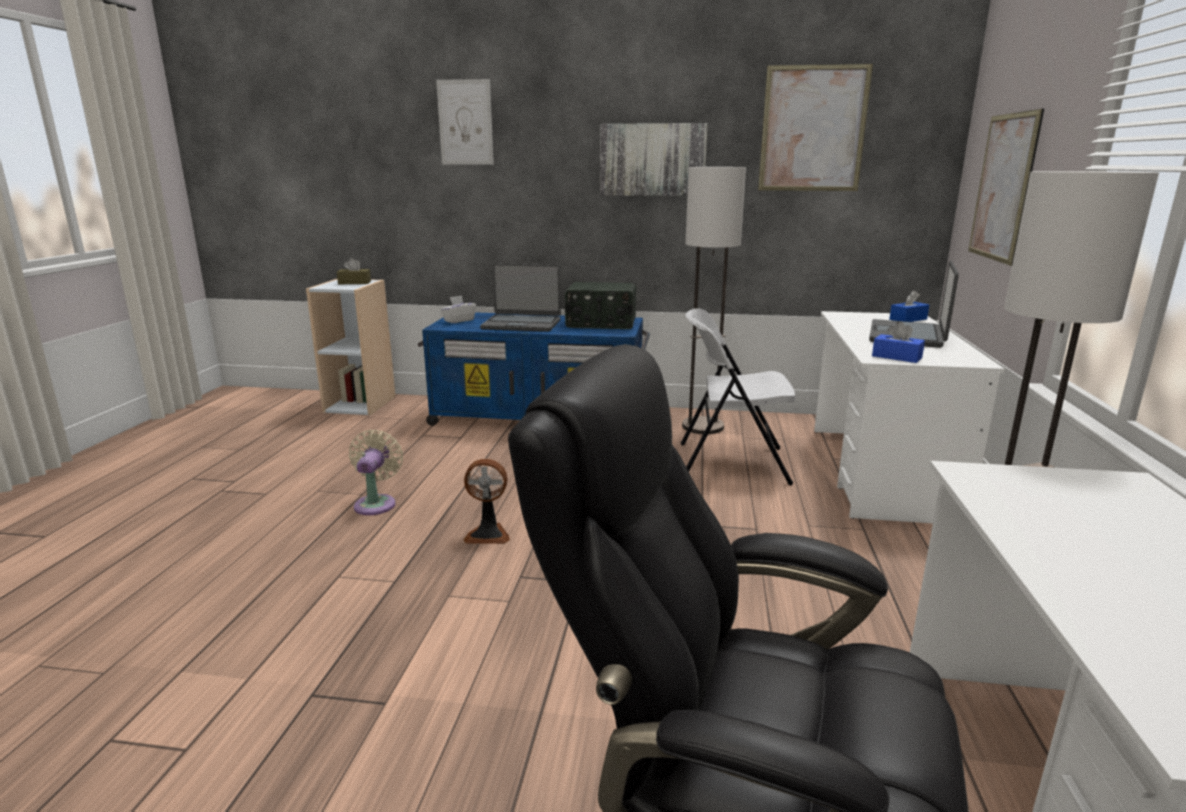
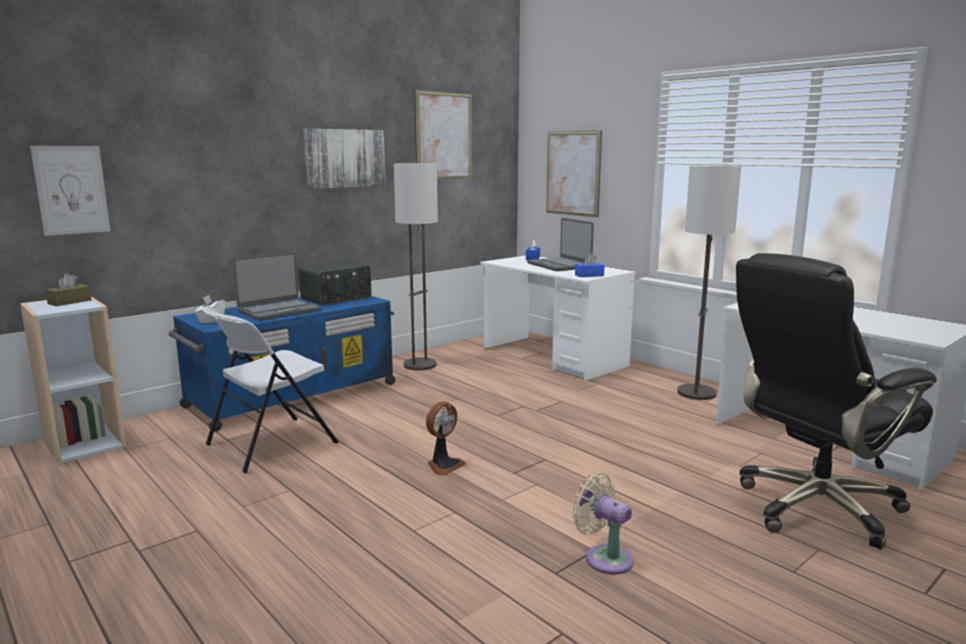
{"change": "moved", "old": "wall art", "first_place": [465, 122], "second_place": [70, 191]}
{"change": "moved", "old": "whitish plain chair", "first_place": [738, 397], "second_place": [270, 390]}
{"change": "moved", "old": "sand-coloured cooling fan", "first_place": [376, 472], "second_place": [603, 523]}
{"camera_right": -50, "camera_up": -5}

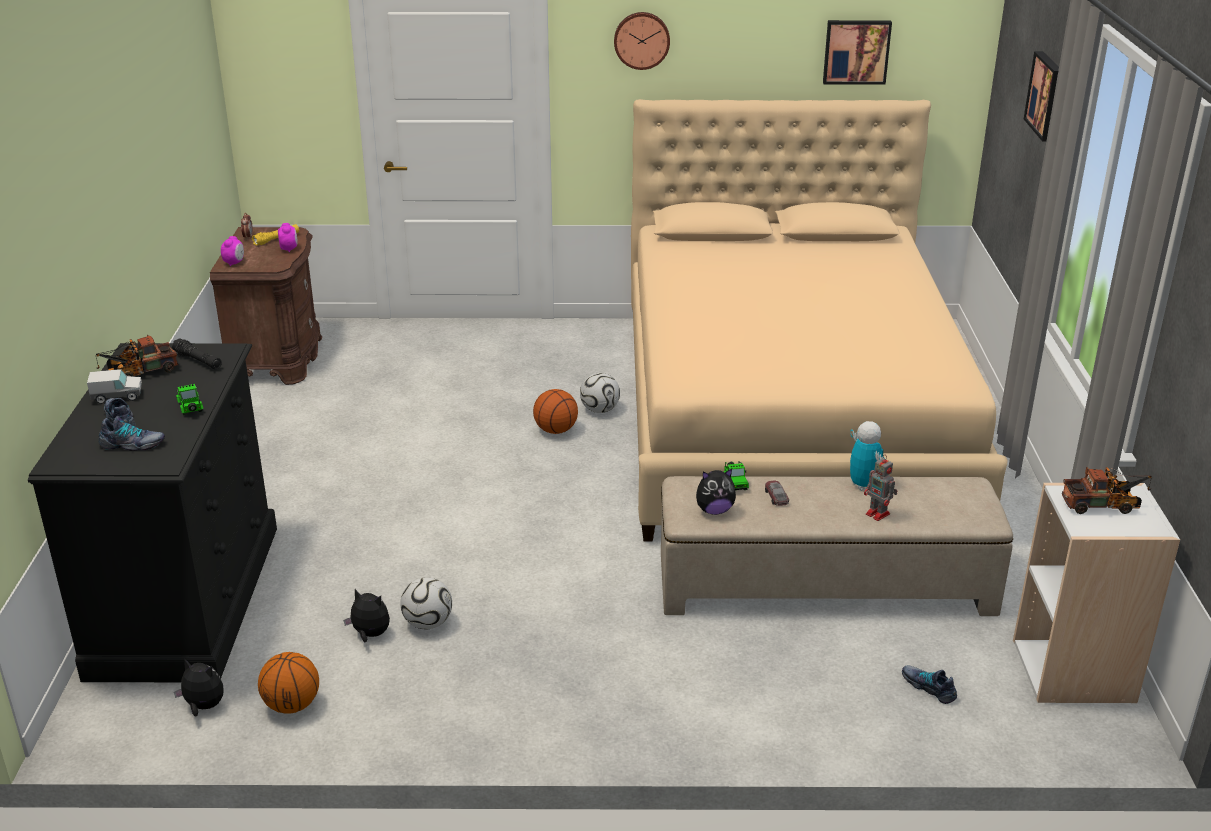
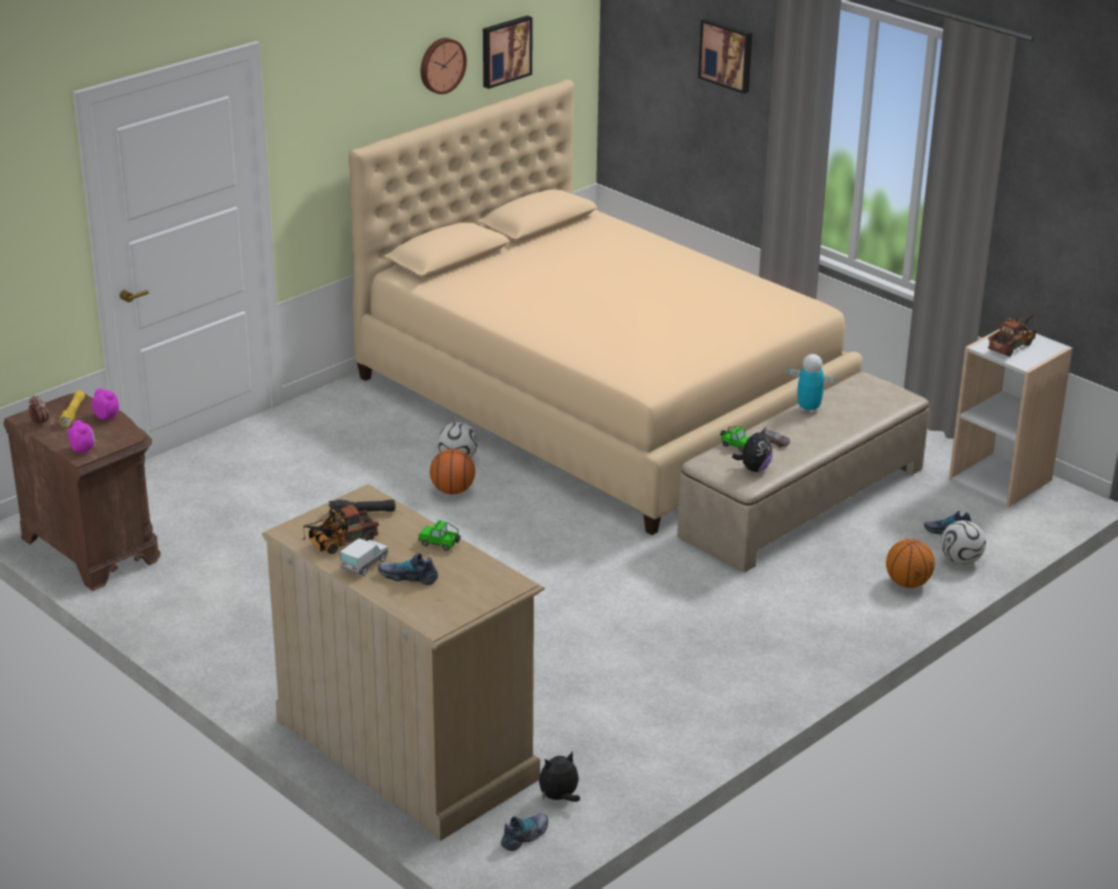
{"change": "recoloured", "old": "black chest of drawers", "new": "sand-coloured chest of drawers", "first_place": [152, 512], "second_place": [403, 662]}
{"change": "turned", "old": "model truck", "first_place": [137, 356], "second_place": [340, 528], "degrees": 45}
{"change": "moved", "old": "hanging clock", "first_place": [642, 41], "second_place": [444, 66]}
{"change": "moved", "old": "item of footwear", "first_place": [132, 433], "second_place": [524, 832]}
{"change": "moved", "old": "basketball", "first_place": [288, 683], "second_place": [910, 563]}
{"change": "moved", "old": "ball for football", "first_place": [426, 603], "second_place": [963, 542]}
{"change": "removed", "old": "plush toy", "first_place": [366, 616]}
{"change": "removed", "old": "robot figure", "first_place": [880, 488]}
{"camera_right": -45, "camera_up": 0}

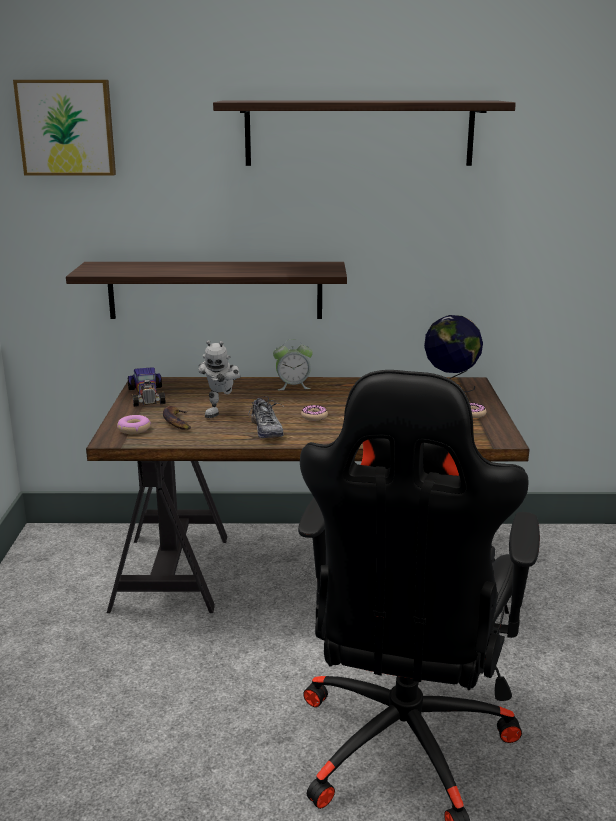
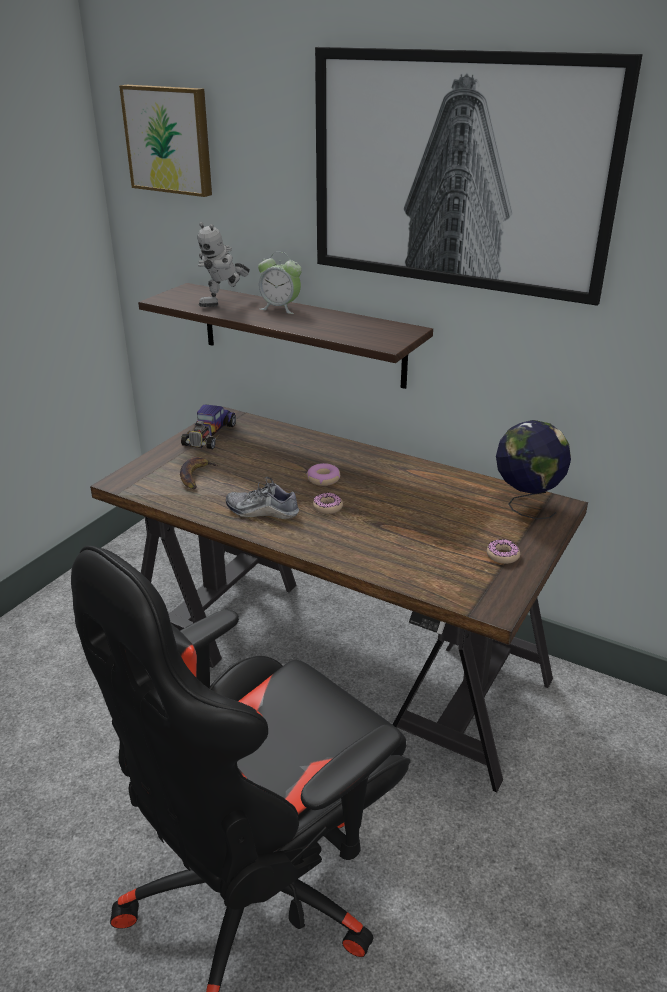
{"change": "moved", "old": "robot figure", "first_place": [219, 379], "second_place": [224, 264]}
{"change": "turned", "old": "item of footwear", "first_place": [266, 417], "second_place": [262, 498], "degrees": 90}
{"change": "moved", "old": "alarm clock", "first_place": [293, 364], "second_place": [280, 283]}
{"change": "moved", "old": "donut", "first_place": [134, 424], "second_place": [323, 474]}
{"change": "replaced", "old": "bracket shelf", "new": "wall art", "first_place": [364, 133], "second_place": [479, 176]}
{"camera_right": 30, "camera_up": 10}

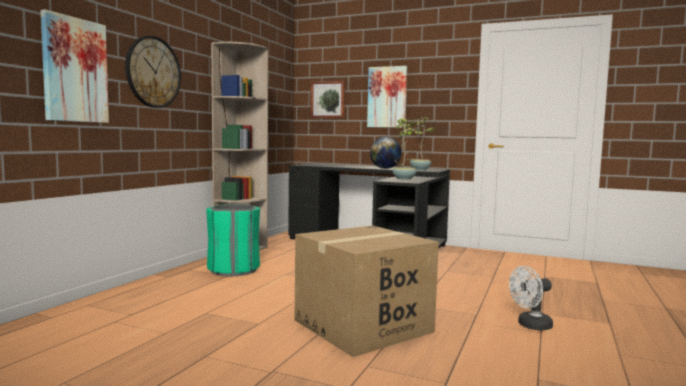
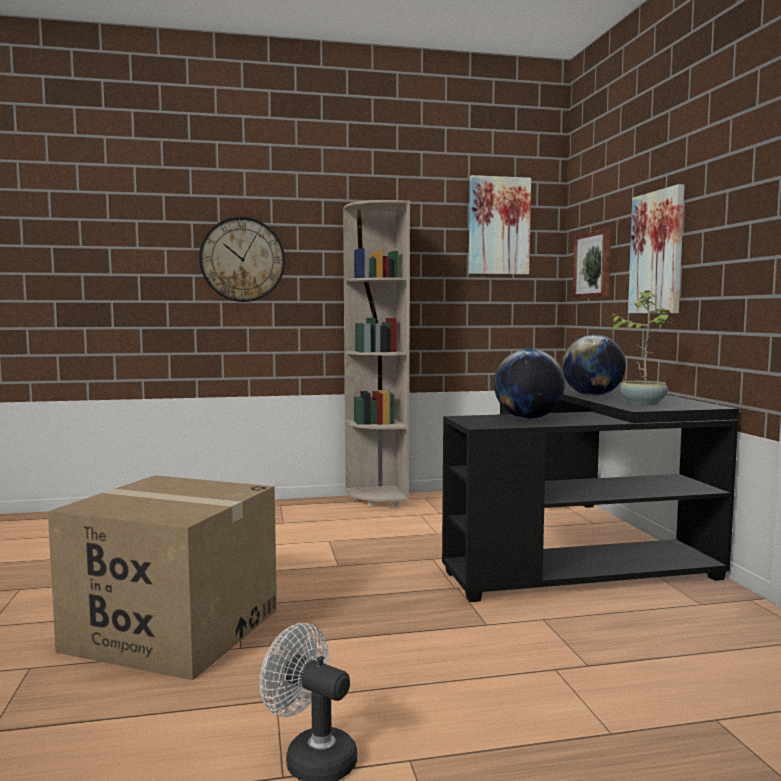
{"change": "moved", "old": "wall art", "first_place": [75, 66], "second_place": [500, 225]}
{"change": "replaced", "old": "potted plant", "new": "desk globe", "first_place": [407, 149], "second_place": [529, 384]}
{"change": "removed", "old": "green trash can", "first_place": [233, 240]}
{"camera_right": 55, "camera_up": 0}

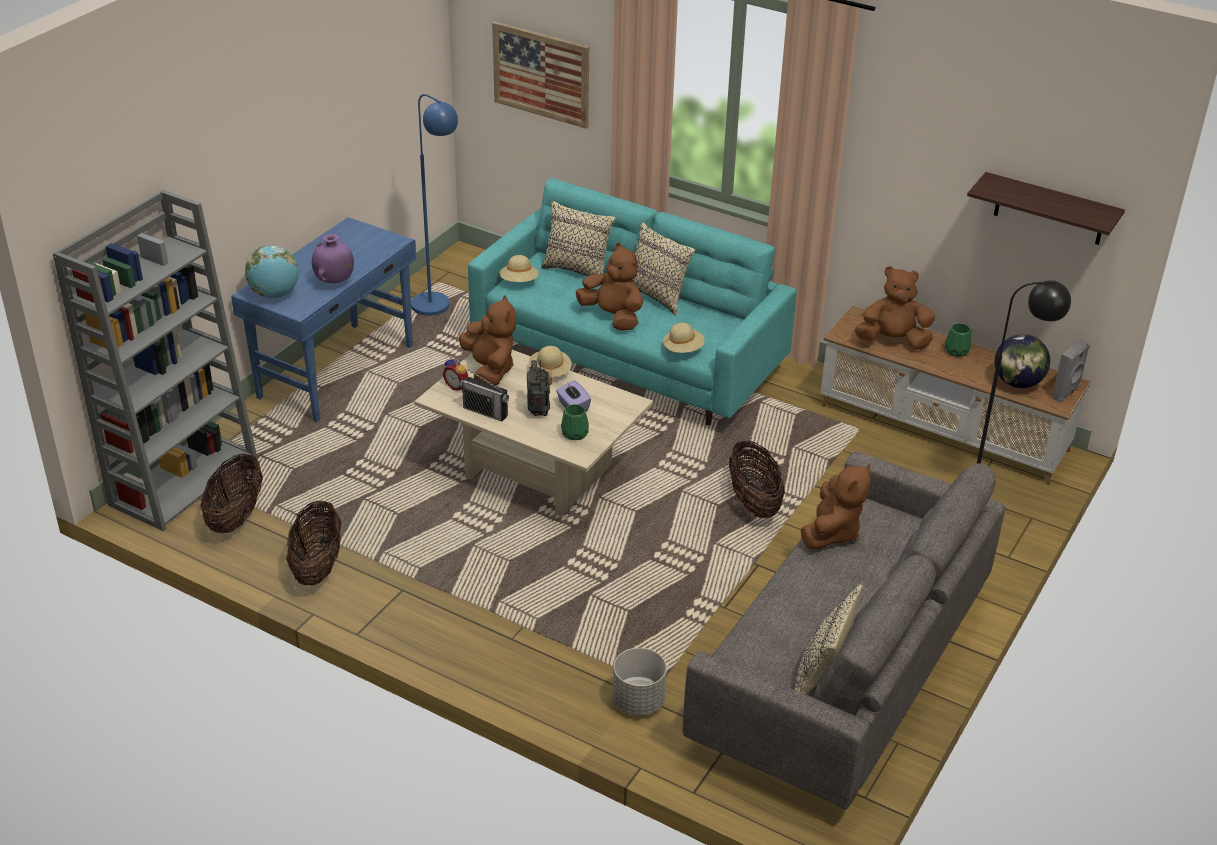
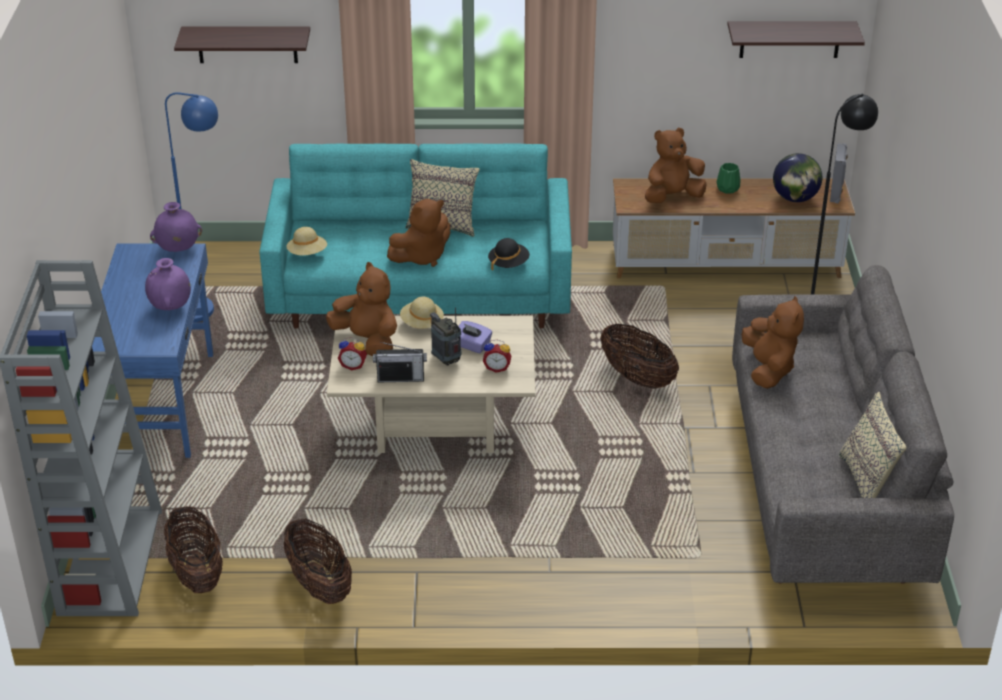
{"change": "added", "new": "purplish decorative vase", "second_place": [176, 227]}
{"change": "replaced", "old": "wall art", "new": "bracket shelf", "first_place": [540, 75], "second_place": [242, 45]}
{"change": "turned", "old": "brown-coloured plush toy", "first_place": [609, 287], "second_place": [418, 233], "degrees": 135}
{"change": "replaced", "old": "green decorative vase", "new": "alarm clock", "first_place": [575, 422], "second_place": [497, 356]}
{"change": "recoloured", "old": "sand-coloured clothing hat", "new": "black clothing hat", "first_place": [684, 338], "second_place": [509, 254]}
{"change": "removed", "old": "desk globe", "first_place": [272, 271]}
{"change": "removed", "old": "sand-coloured cushion", "first_place": [578, 238]}
{"change": "removed", "old": "gray planter", "first_place": [640, 681]}
{"camera_right": -30, "camera_up": 0}

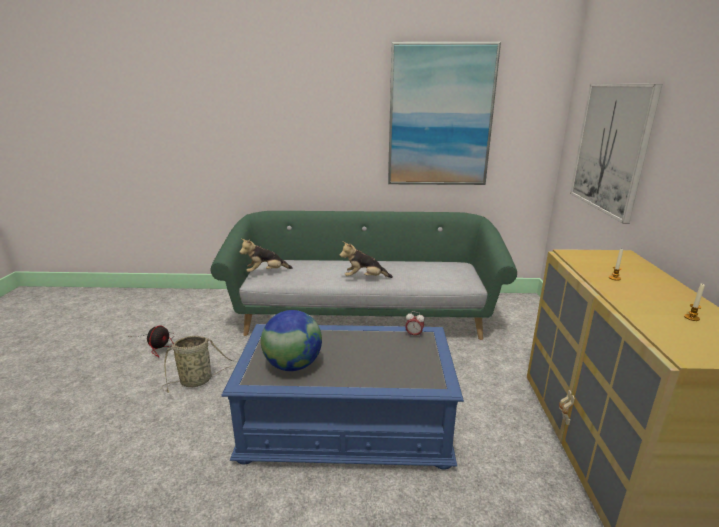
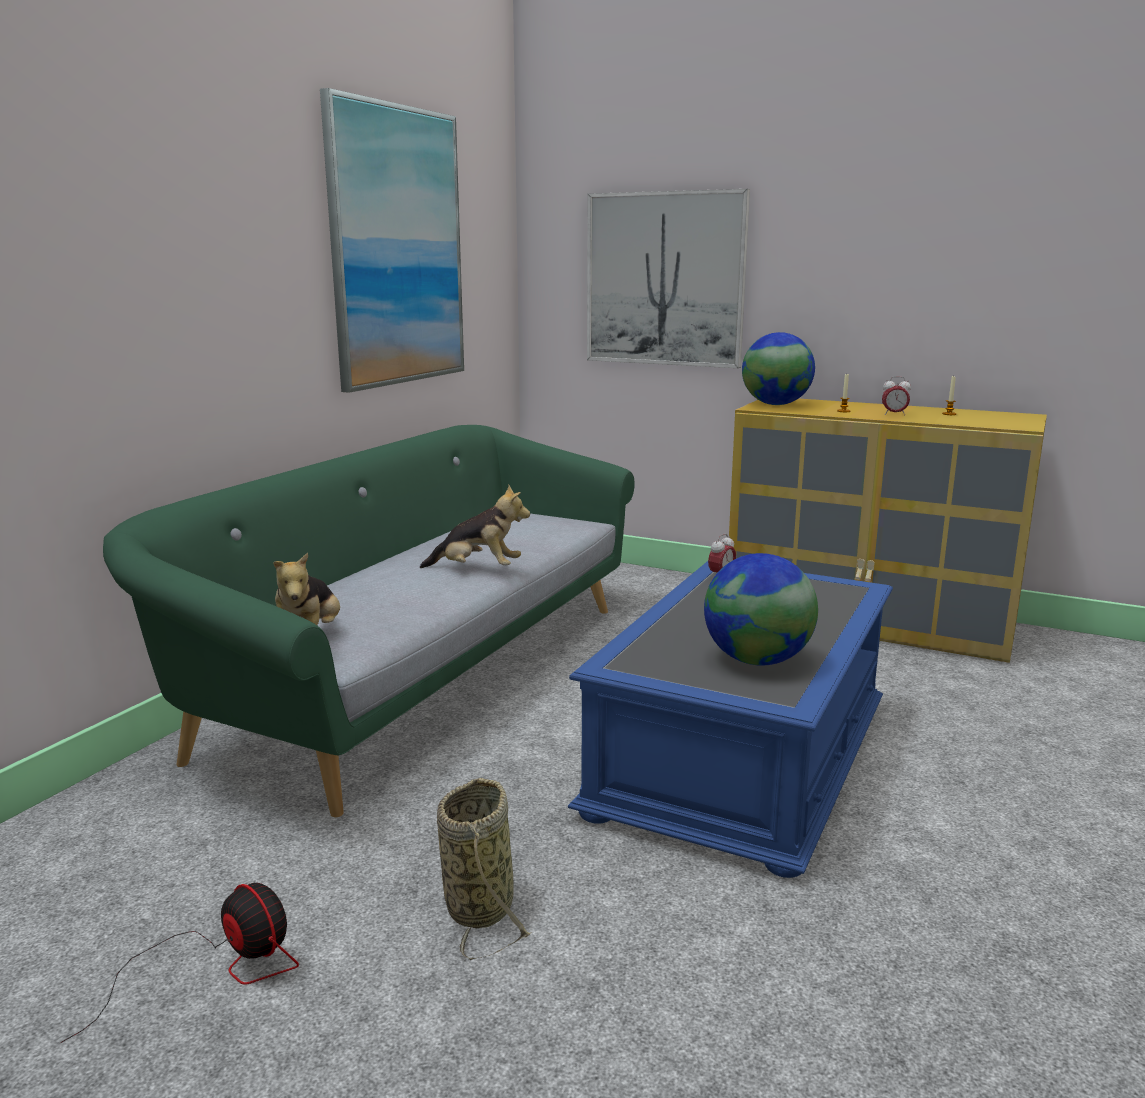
{"change": "turned", "old": "plush toy", "first_place": [366, 259], "second_place": [475, 526], "degrees": -105}
{"change": "added", "new": "desk globe", "second_place": [778, 368]}
{"change": "added", "new": "alarm clock", "second_place": [896, 396]}
{"camera_right": -65, "camera_up": -5}

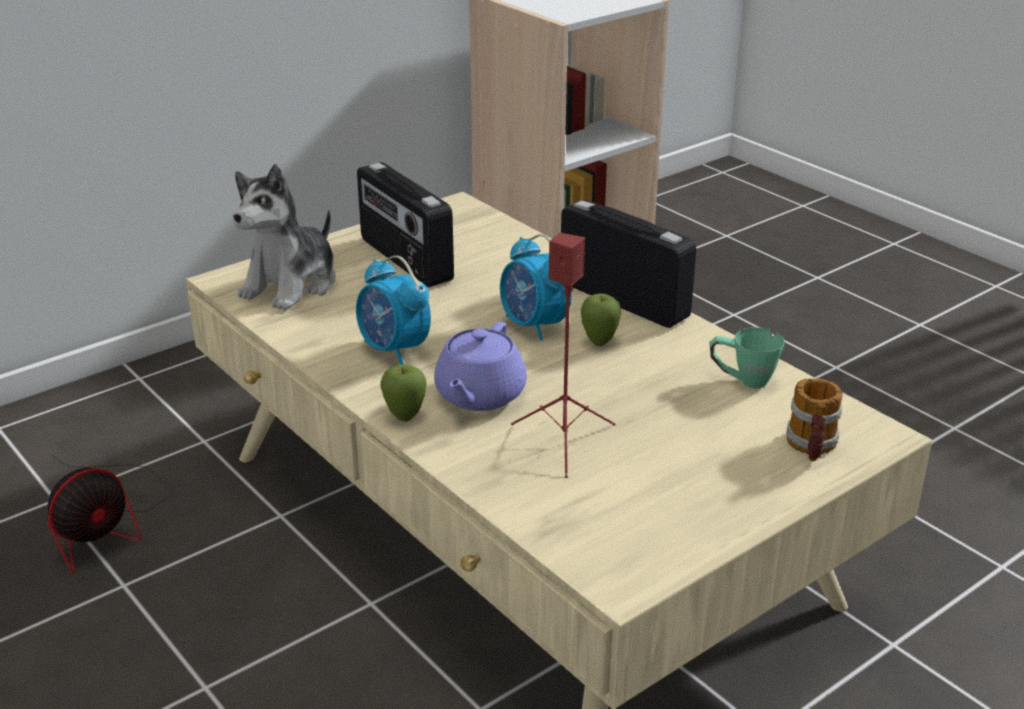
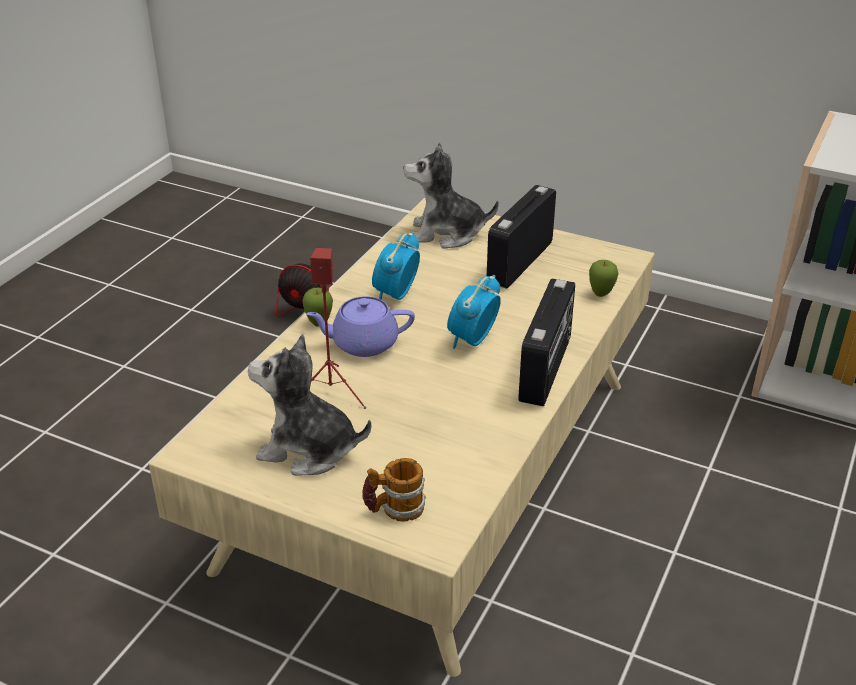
{"change": "added", "new": "plush toy", "second_place": [309, 405]}
{"change": "moved", "old": "whole apple", "first_place": [601, 320], "second_place": [603, 278]}
{"change": "removed", "old": "green tea mug", "first_place": [747, 357]}
{"camera_right": 65, "camera_up": 5}

